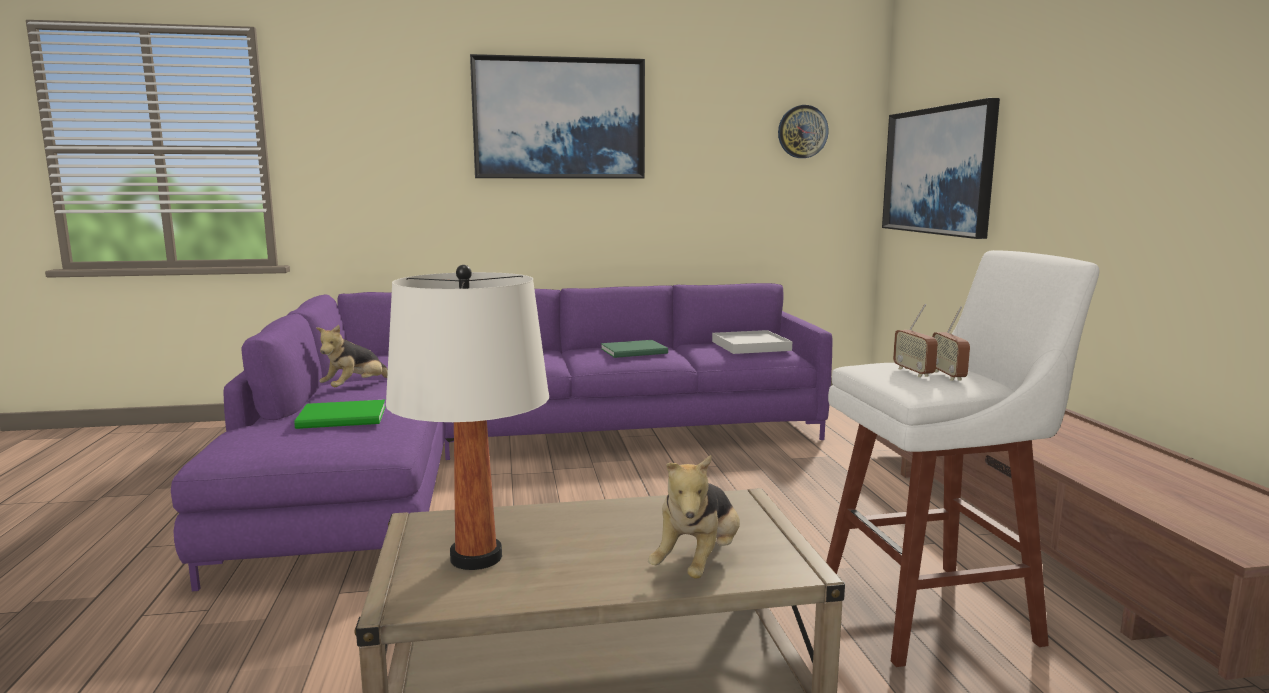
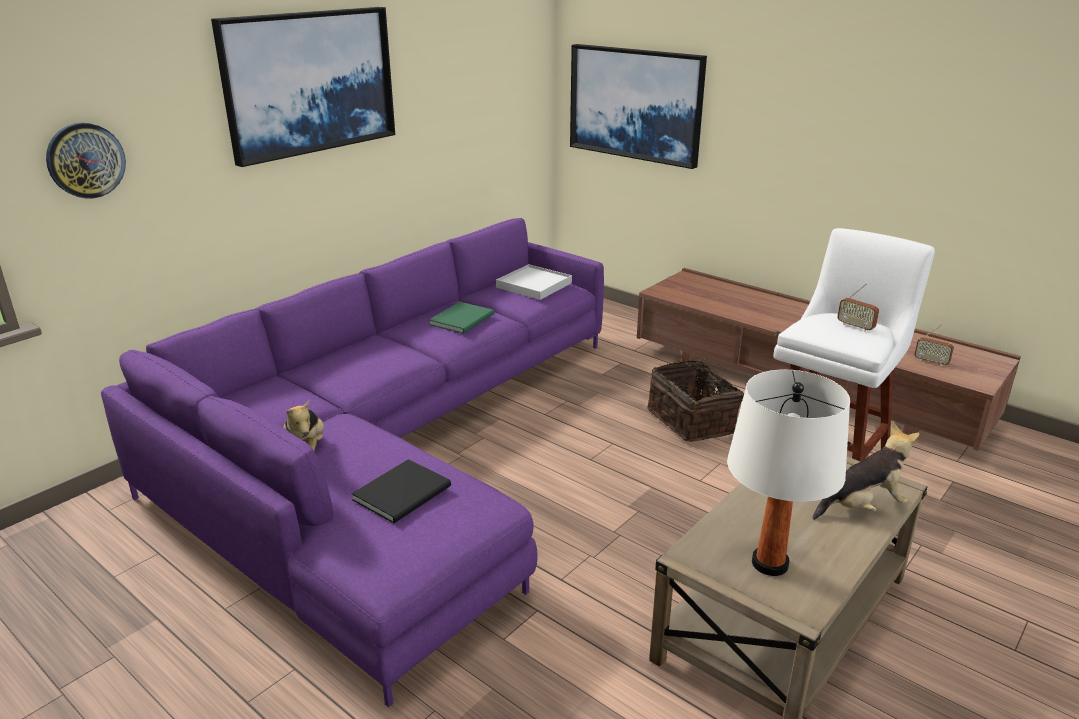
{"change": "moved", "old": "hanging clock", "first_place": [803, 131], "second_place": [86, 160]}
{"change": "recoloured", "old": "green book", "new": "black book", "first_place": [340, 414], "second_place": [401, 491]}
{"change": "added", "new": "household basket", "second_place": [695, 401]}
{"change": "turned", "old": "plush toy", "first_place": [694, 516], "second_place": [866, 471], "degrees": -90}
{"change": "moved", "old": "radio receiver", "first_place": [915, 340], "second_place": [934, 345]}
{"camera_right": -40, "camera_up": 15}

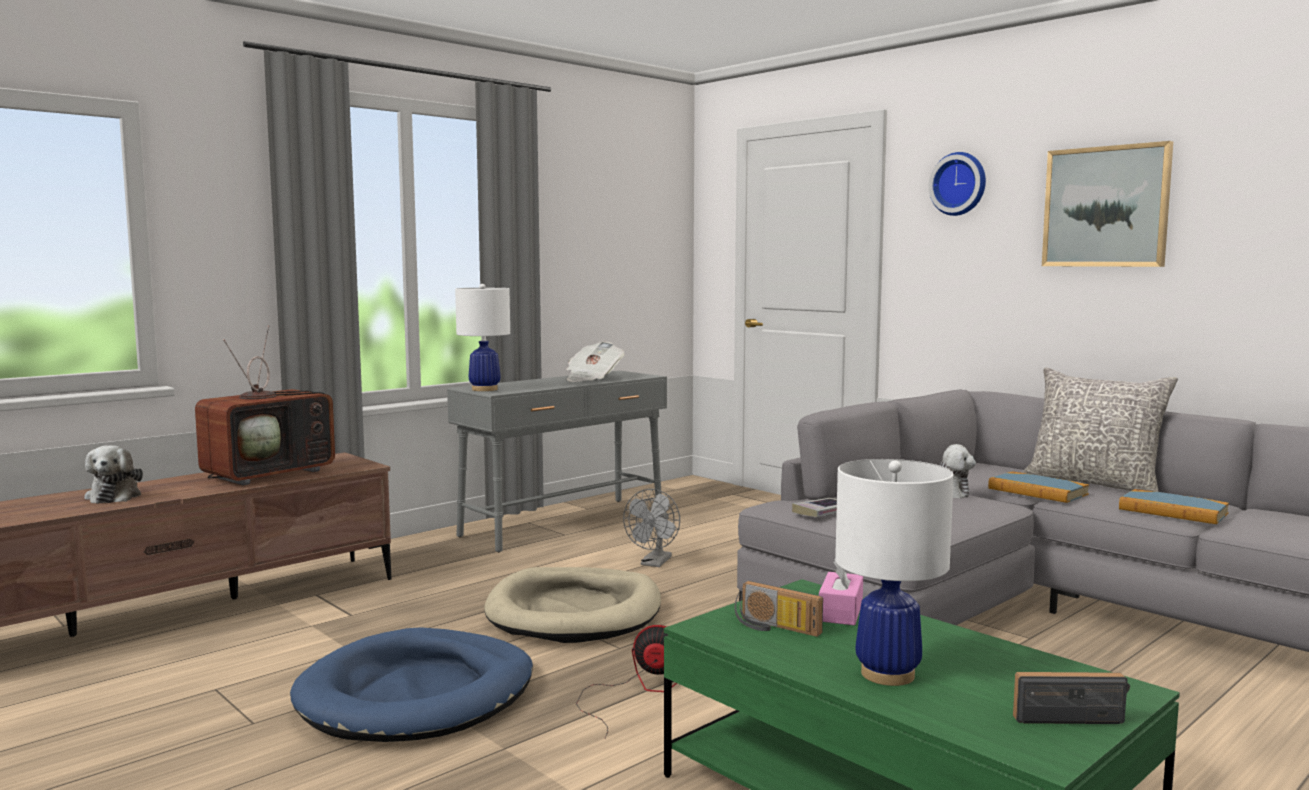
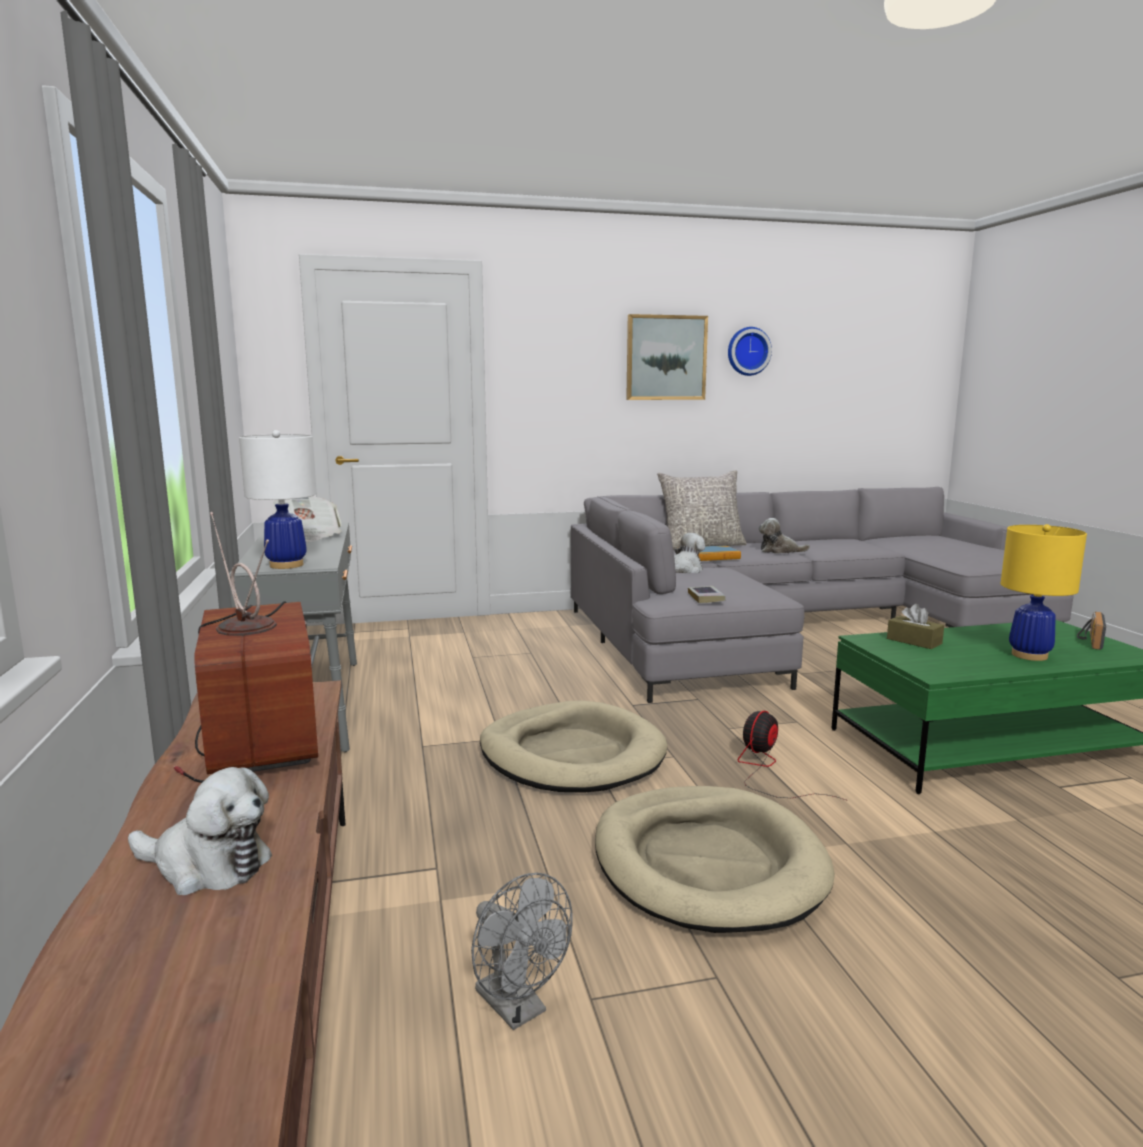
{"change": "moved", "old": "gray cooling fan", "first_place": [651, 528], "second_place": [522, 951]}
{"change": "recoloured", "old": "blue pet bed", "new": "sand-coloured pet bed", "first_place": [411, 684], "second_place": [715, 859]}
{"change": "moved", "old": "hanging clock", "first_place": [957, 184], "second_place": [750, 351]}
{"change": "replaced", "old": "book", "new": "plush toy", "first_place": [1174, 506], "second_place": [784, 536]}
{"change": "recoloured", "old": "pink tissue holder", "new": "brown-coloured tissue holder", "first_place": [841, 592], "second_place": [915, 626]}
{"change": "recoloured", "old": "whitish table lamp", "new": "yellowish table lamp", "first_place": [894, 572], "second_place": [1044, 592]}
{"change": "removed", "old": "radio receiver", "first_place": [779, 609]}
{"camera_right": -60, "camera_up": 5}

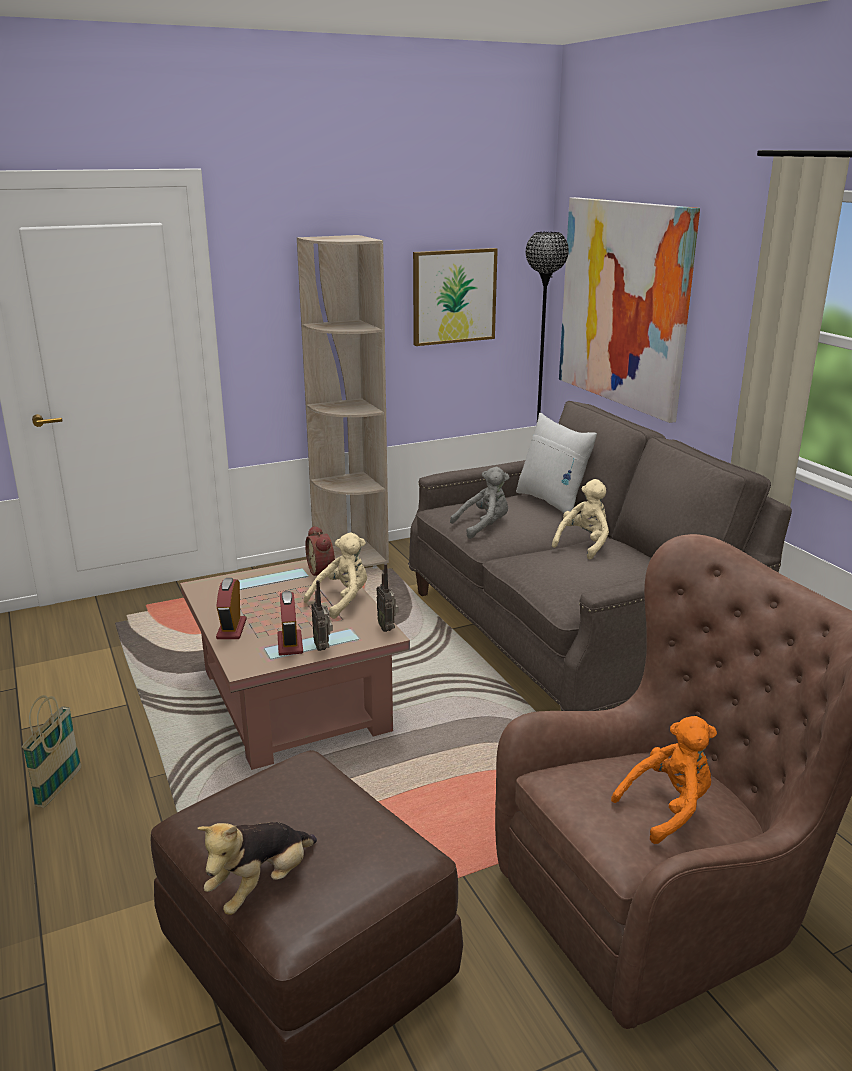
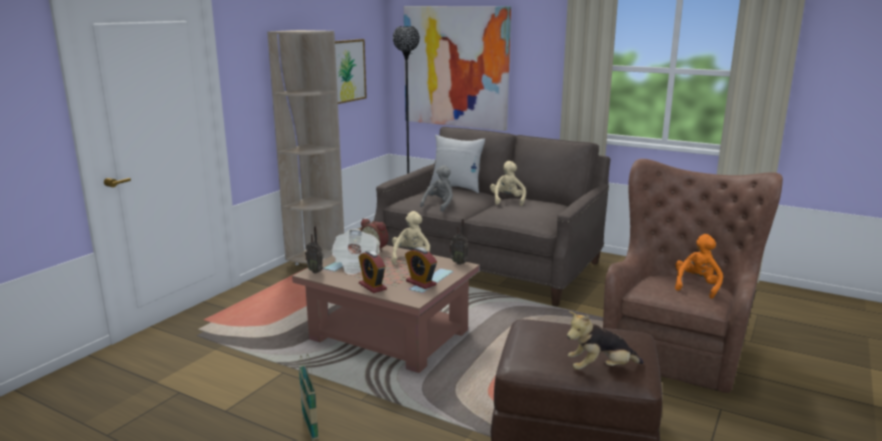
{"change": "moved", "old": "radio receiver", "first_place": [322, 615], "second_place": [314, 250]}
{"change": "added", "new": "newspaper", "second_place": [355, 252]}
{"change": "turned", "old": "plush toy", "first_place": [257, 868], "second_place": [605, 340], "degrees": 75}
{"camera_right": -35, "camera_up": -5}

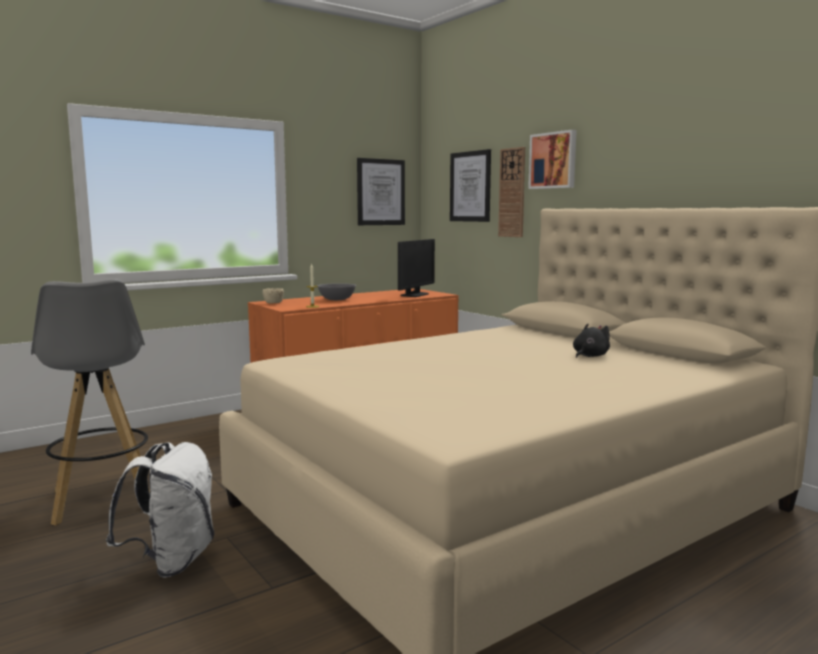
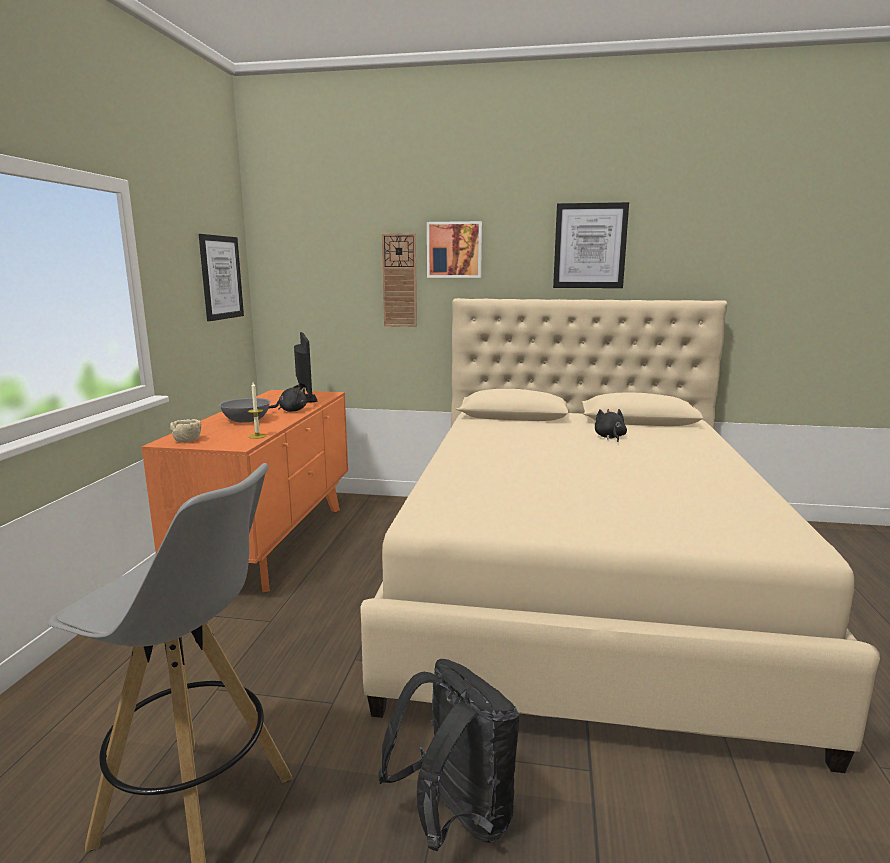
{"change": "added", "new": "black plush toy", "second_place": [287, 398]}
{"change": "recoloured", "old": "whitish backpack", "new": "black backpack", "first_place": [160, 510], "second_place": [449, 755]}
{"change": "moved", "old": "wall art", "first_place": [470, 185], "second_place": [591, 245]}
{"camera_right": -45, "camera_up": 5}

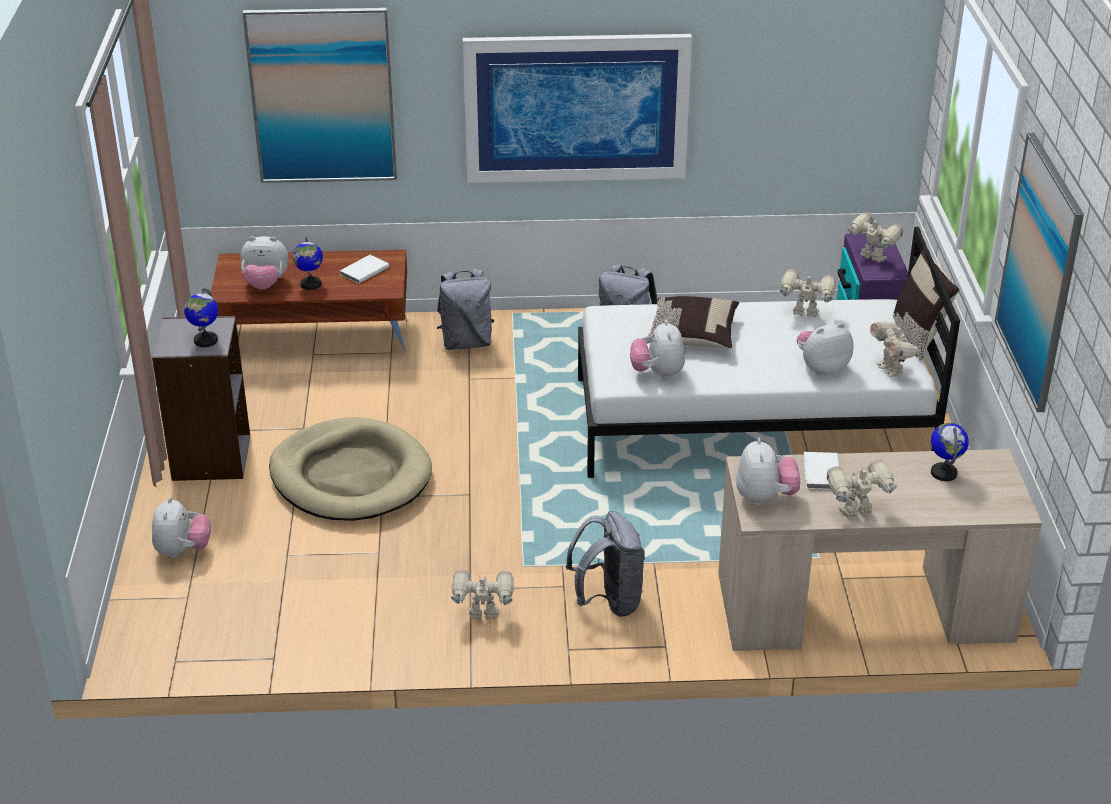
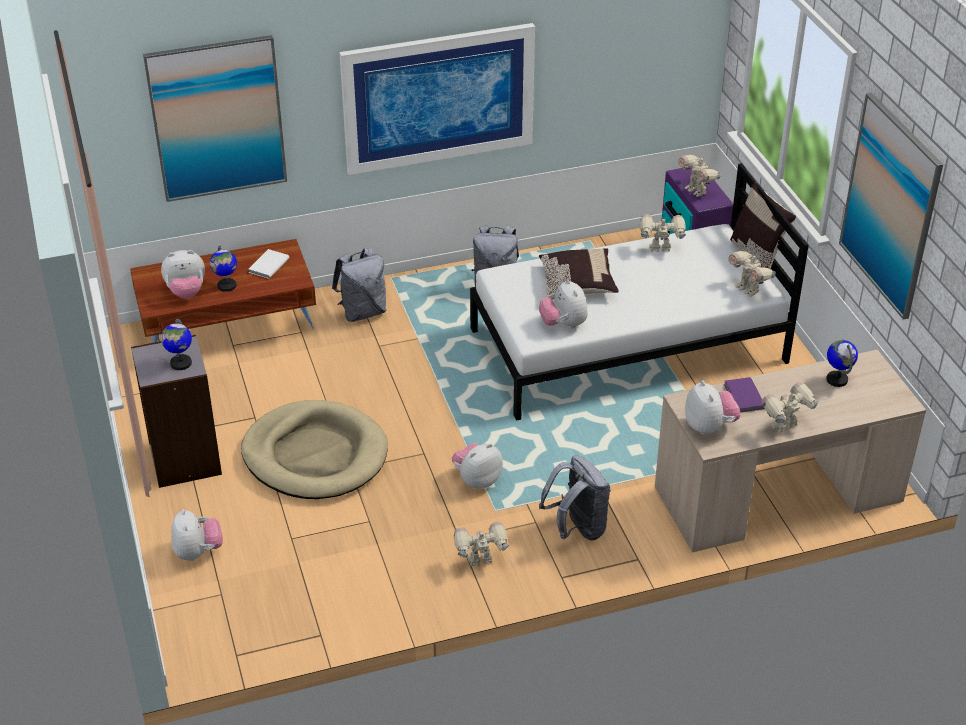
{"change": "moved", "old": "plush toy", "first_place": [825, 349], "second_place": [477, 466]}
{"change": "turned", "old": "robot figure", "first_place": [875, 237], "second_place": [699, 176], "degrees": -150}
{"change": "recoloured", "old": "whitish book", "new": "purplish book", "first_place": [821, 471], "second_place": [744, 394]}
{"camera_right": -15, "camera_up": 5}

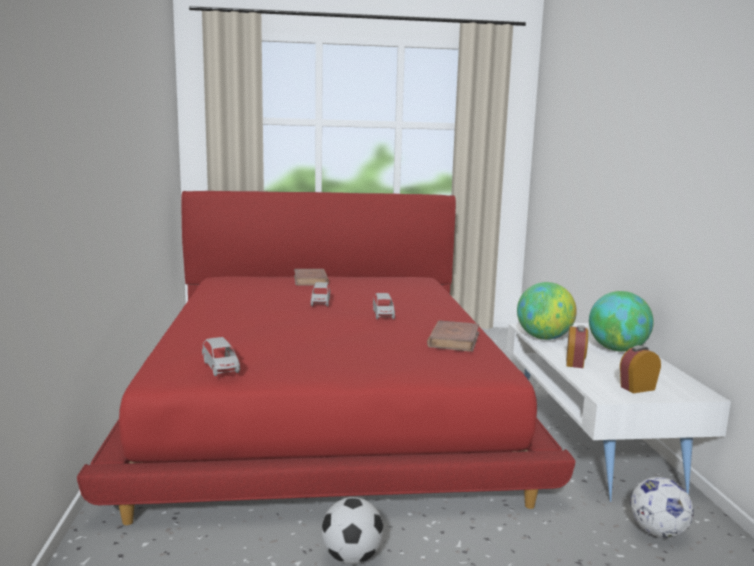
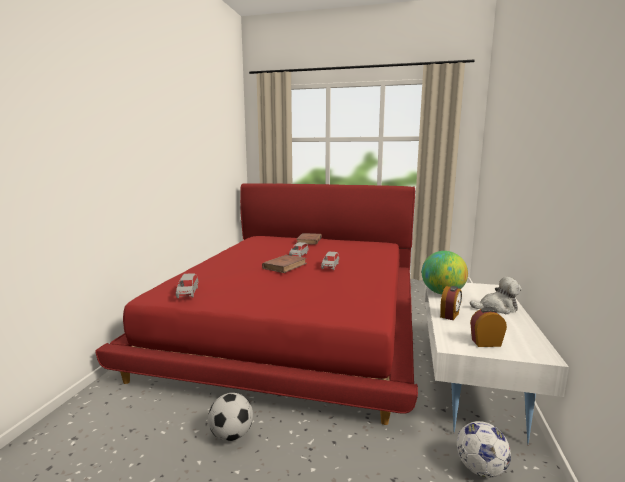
{"change": "moved", "old": "brown-coloured book", "first_place": [453, 336], "second_place": [284, 264]}
{"change": "replaced", "old": "desk globe", "new": "plush toy", "first_place": [621, 321], "second_place": [496, 295]}
{"camera_right": 20, "camera_up": 0}

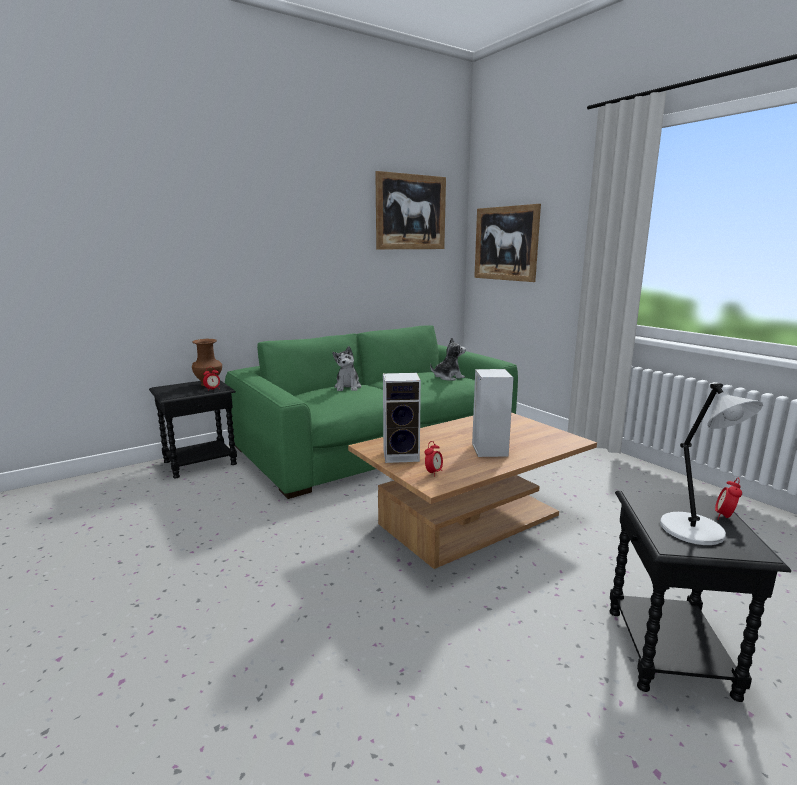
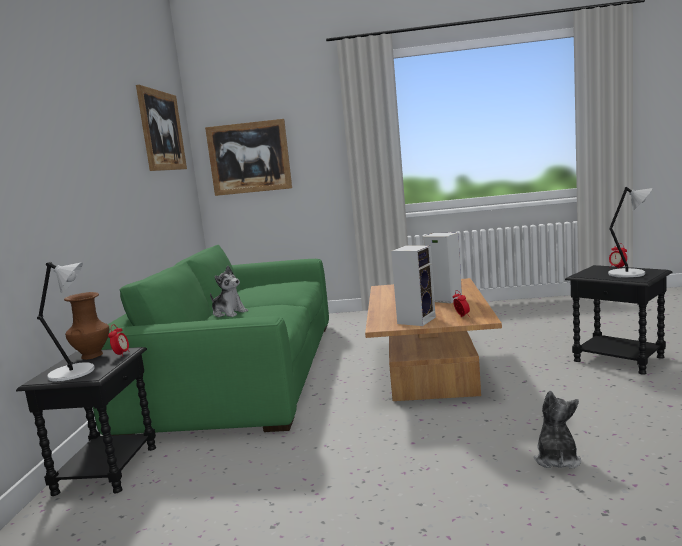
{"change": "added", "new": "whitish table lamp", "second_place": [66, 322]}
{"change": "moved", "old": "plush toy", "first_place": [448, 359], "second_place": [557, 429]}
{"camera_right": -50, "camera_up": -5}

